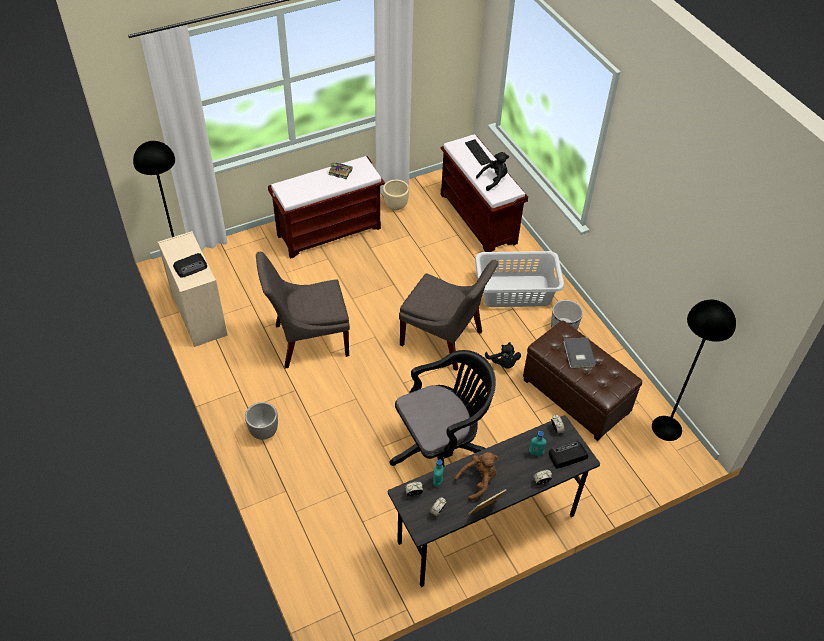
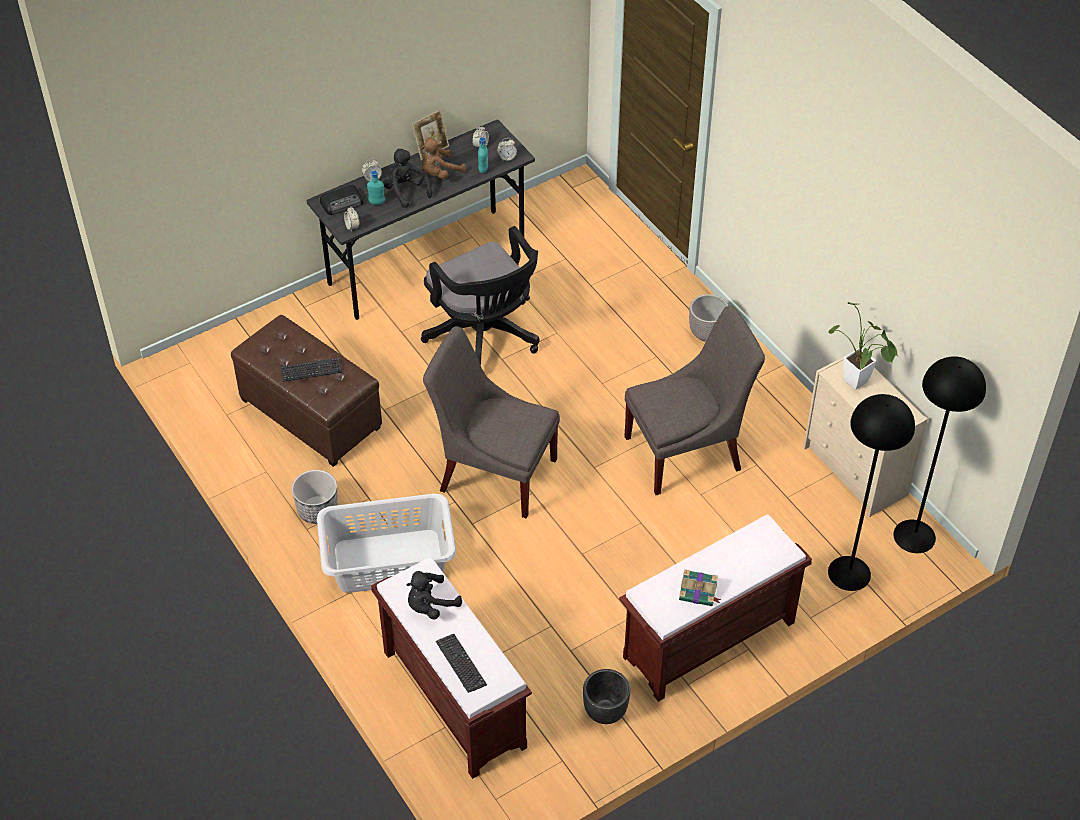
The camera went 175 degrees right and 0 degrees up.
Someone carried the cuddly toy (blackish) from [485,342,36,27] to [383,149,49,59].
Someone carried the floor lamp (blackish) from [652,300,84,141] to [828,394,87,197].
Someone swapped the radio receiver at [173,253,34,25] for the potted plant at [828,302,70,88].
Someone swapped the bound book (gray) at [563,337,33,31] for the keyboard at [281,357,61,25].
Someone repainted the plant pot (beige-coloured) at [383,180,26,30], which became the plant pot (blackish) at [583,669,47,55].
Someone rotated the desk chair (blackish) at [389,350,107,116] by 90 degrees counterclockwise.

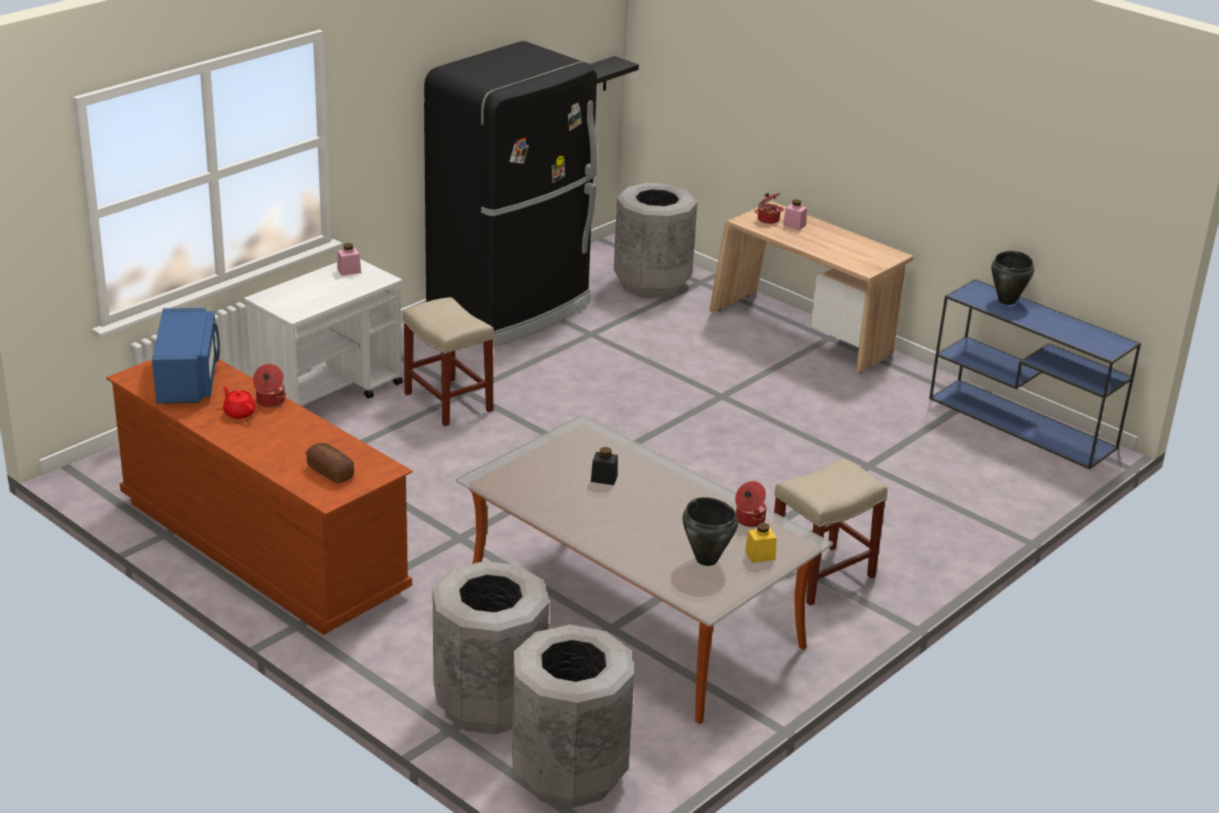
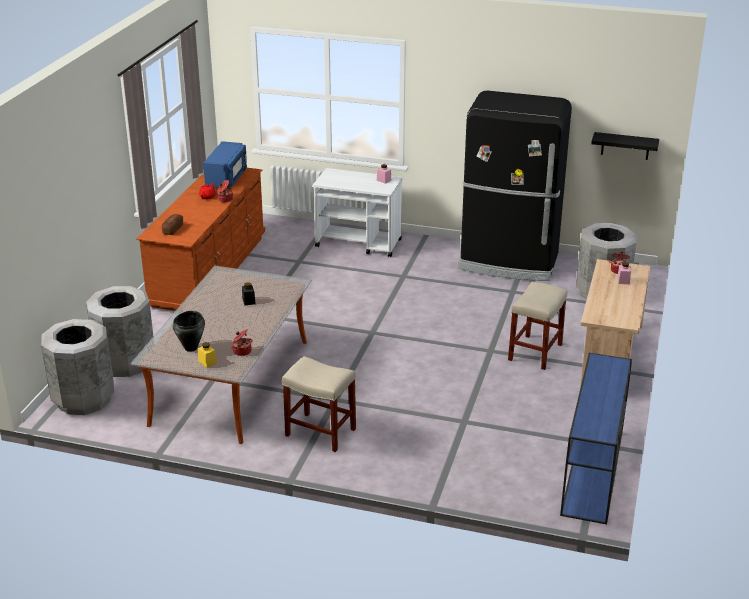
The camera went 65 degrees right and 0 degrees up.
Someone took away the stockpot (blackish) at [991,251,43,54].
Someone carried the sitting stool (beige-coloured) from [403,297,91,129] to [508,282,59,88].
Someone rotated the kitchen microwave (bluish) at [152,308,68,96] by 45 degrees counterclockwise.

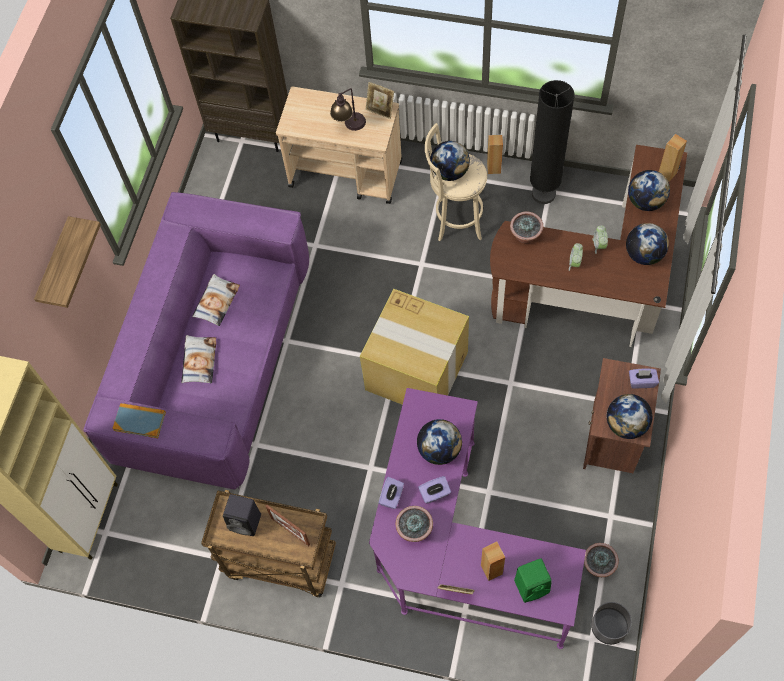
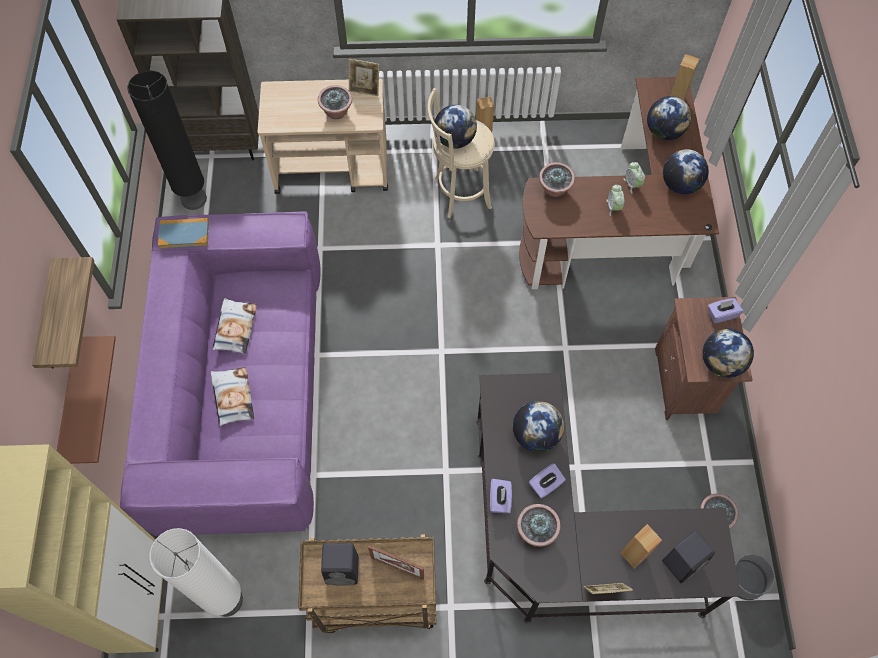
The camera went 20 degrees left and 0 degrees up.
Someone took away the cardboard box at [360,289,109,116].
Someone put up the wall shelf (brown-coloured) at [57,336,59,128].
Someone put down the floor lamp (white) at [149,528,94,89].
Someone carried the bound book from [112,403,54,35] to [158,218,51,31].
Someone carried the floor lamp (blackish) from [530,80,45,124] to [127,70,80,140].
Someone swapped the tabletop lamp at [330,88,36,43] for the potted plant at [318,85,34,34].
Someone repainted the desk table (purplish) at [369,388,217,261], which became the desk table (blackish) at [476,373,265,251].
Someone repainted the speaker (green-coloured) at [514,558,38,45], which became the speaker (blackish) at [662,531,53,52].

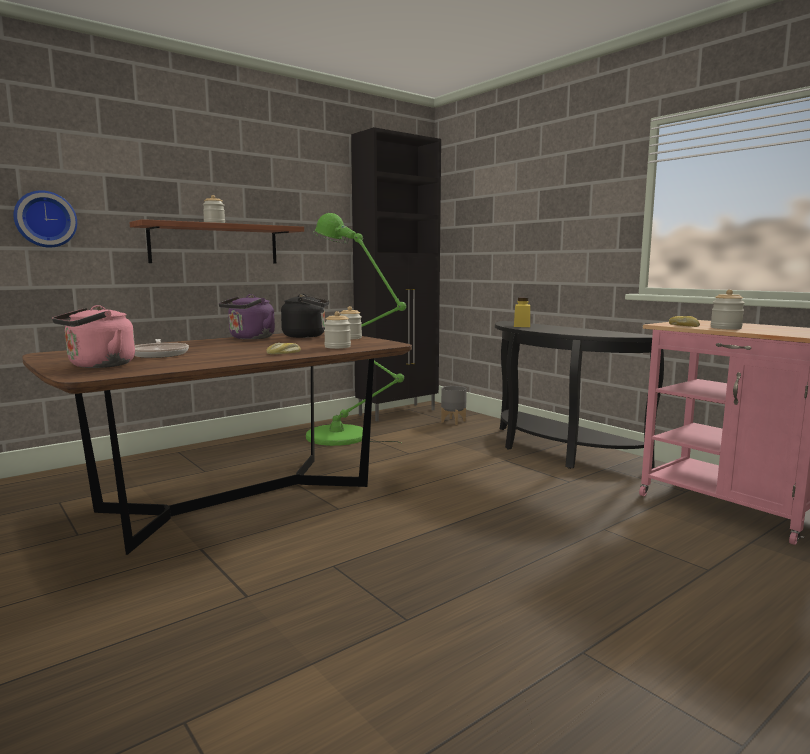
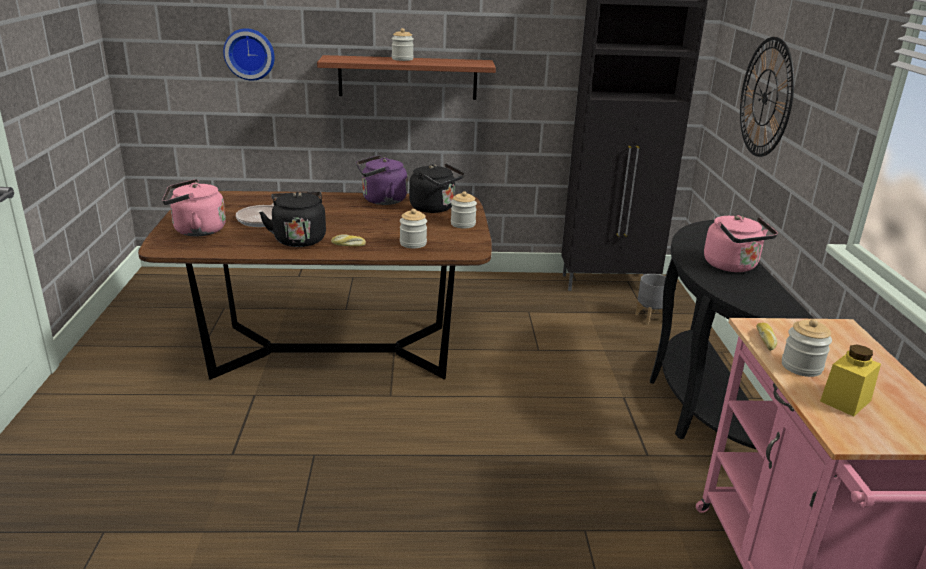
The camera went 35 degrees right and 15 degrees up.
Someone took away the floor lamp (green-coloured) at [306,213,100,233].
Someone put down the tea kettle (blackish) at [259,192,67,55].
Someone put down the tea kettle (pinkish) at [704,215,74,57].
Someone put up the wall clock at [740,37,54,120].
Someone carried the preserve jar (yellow) from [514,298,16,29] to [820,344,61,73].

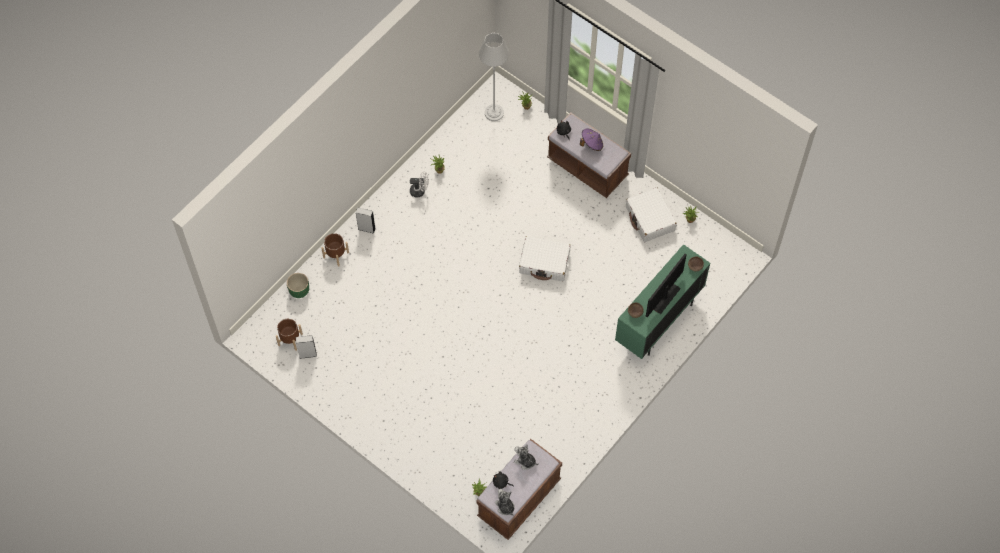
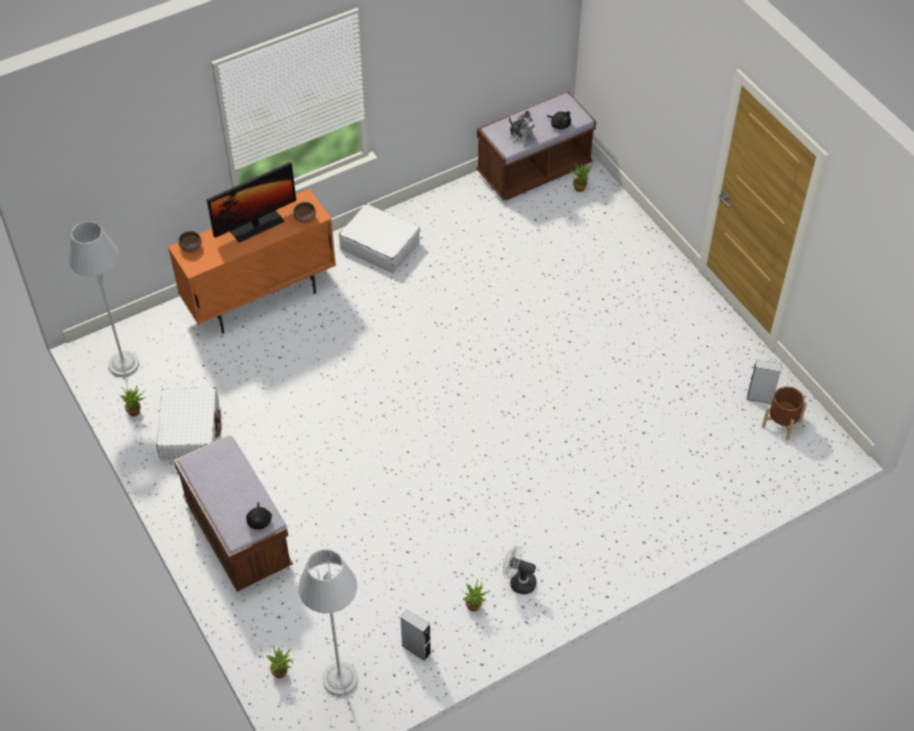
The camera went 160 degrees left and 10 degrees down.
Someone took away the plant pot (green-coloured) at [287,273,22,25].
Someone took away the plant pot (brown-coloured) at [321,233,28,33].
Someone took away the cuddly toy at [495,489,20,27].
Someone took away the clothing hat (purplish) at [580,128,23,23].
Someone put down the floor lamp (gray) at [69,221,70,156].
Someone carried the speaker (gray) from [356,208,20,26] to [400,609,31,52].
Someone carried the piece of luggage (white) from [519,236,52,45] to [339,204,81,69].
Someone repainted the cabinet (green-coloured) at [615,244,95,115], which became the cabinet (orange) at [168,189,168,145].

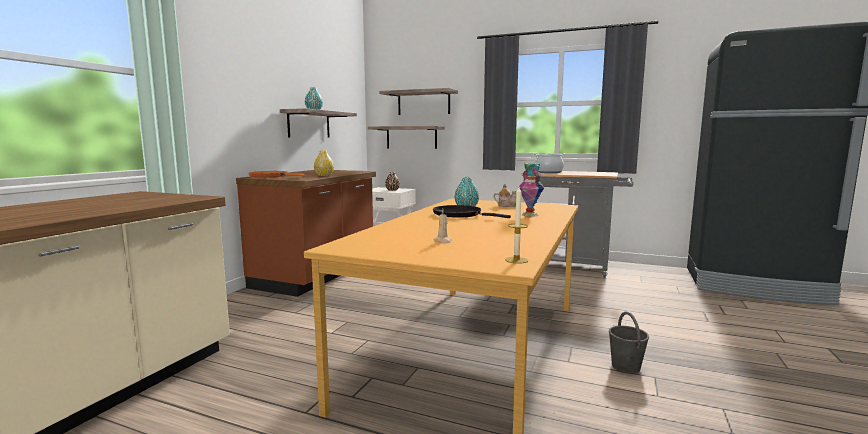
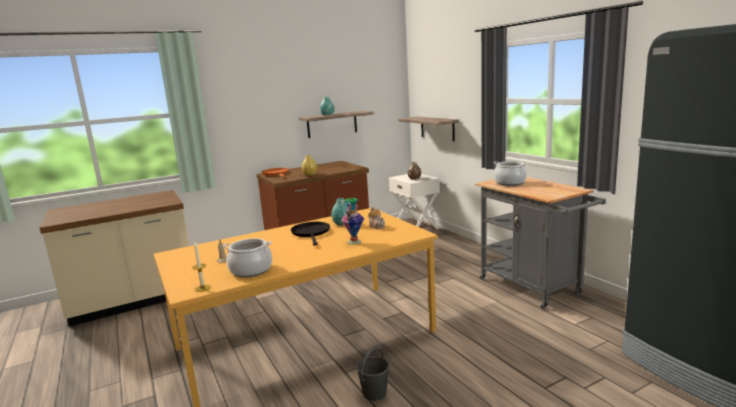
The camera went 40 degrees right and 5 degrees up.
Someone took away the wall shelf at [379,88,79,27].
Someone put down the stockpot at [223,238,49,39].

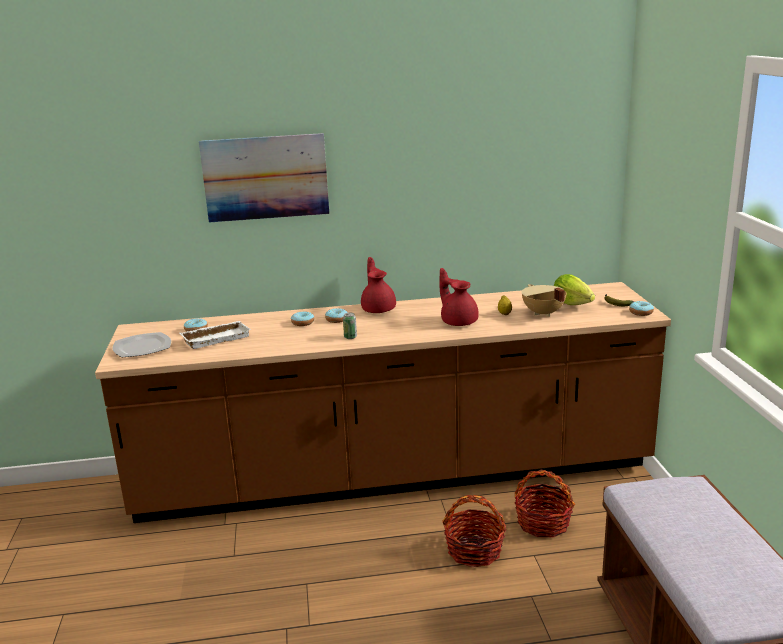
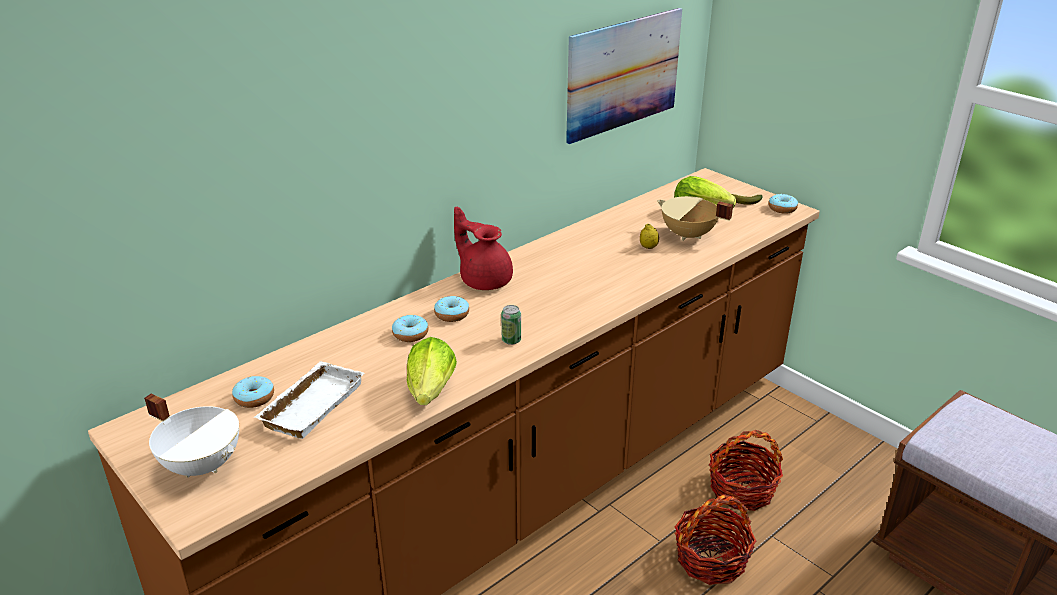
The camera went 35 degrees left and 10 degrees up.
Someone took away the pot for tea (reddish) at [439,268,40,58].
Someone put down the lettuce head at [407,337,50,68].
Someone carried the picture from [199,133,130,90] to [566,8,116,136].
Someone swapped the dinner plate at [113,332,58,26] for the stockpot (white) at [144,393,95,85].

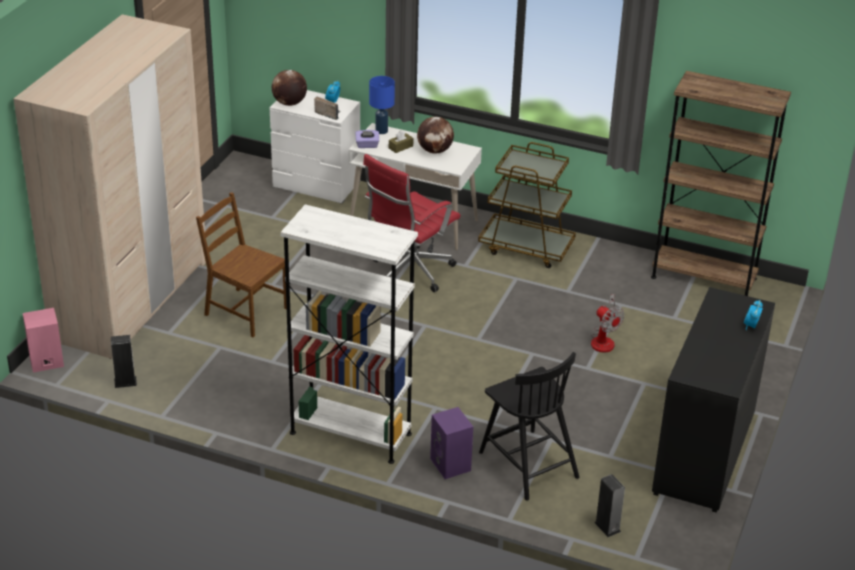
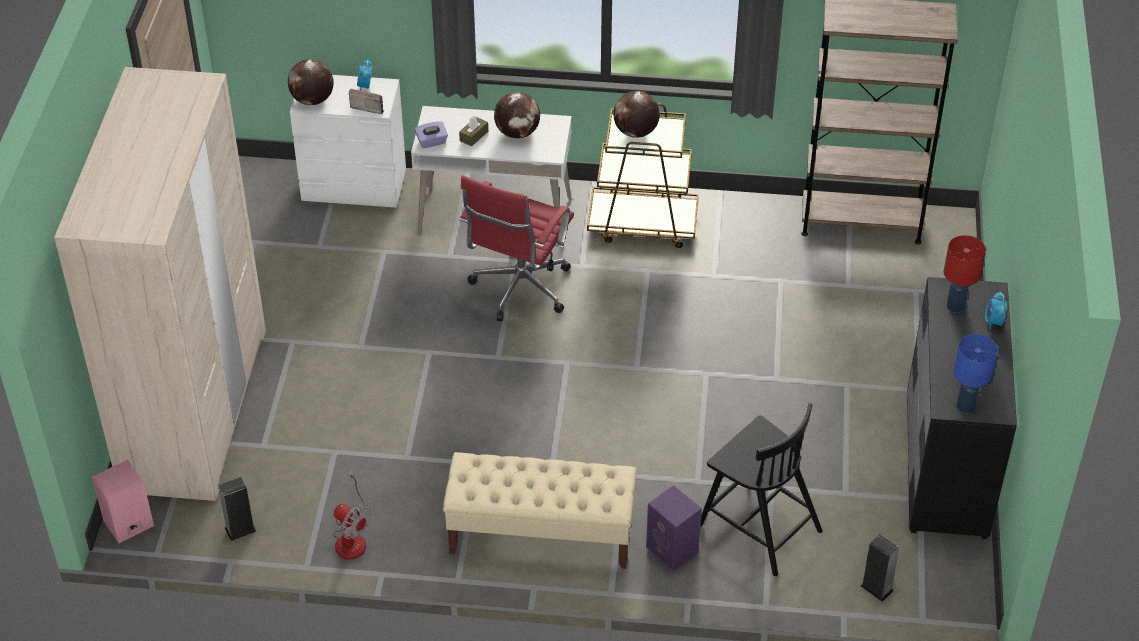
The camera went 15 degrees left and 10 degrees up.
Someone took away the plain chair (brown-coloured) at [196,192,91,145].
Someone put down the world globe at [613,91,47,47].
Someone put down the tabletop lamp (reddish) at [944,235,42,78].
Someone carried the tabletop lamp (bluish) from [369,76,26,58] to [954,334,44,79].
Someone carried the fan from [591,294,34,59] to [333,469,38,90].
Someone swapped the bookcase (white) at [280,204,138,260] for the indoor bench (beige-coloured) at [443,452,194,117].

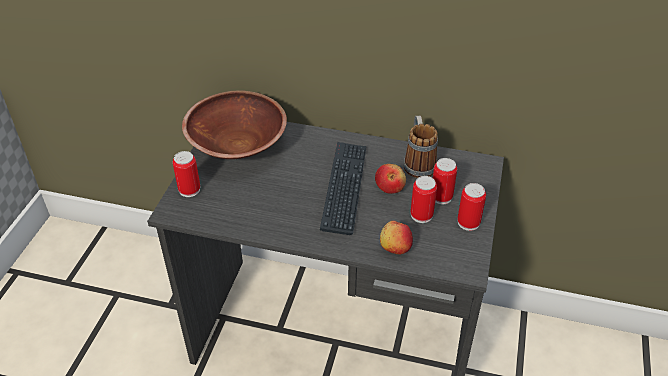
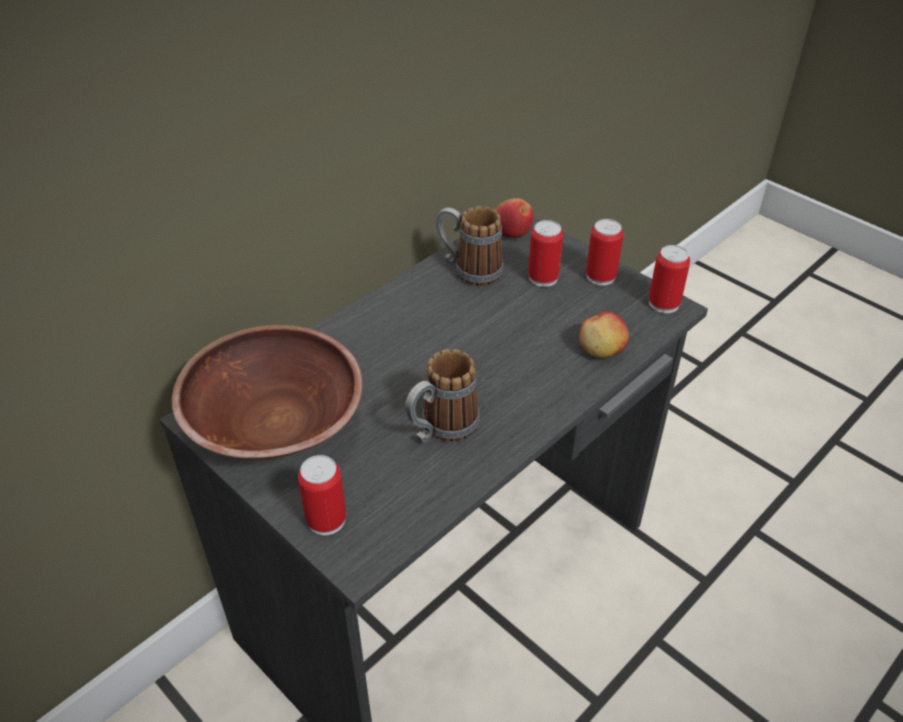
The camera went 60 degrees left and 0 degrees up.
Someone took away the keyboard at [320,142,47,93].
Someone put down the tea mug at [405,349,75,93].
Someone carried the apple from [375,164,31,30] to [495,198,38,40].
Someone carried the metal can from [411,176,26,47] to [649,245,41,68].

